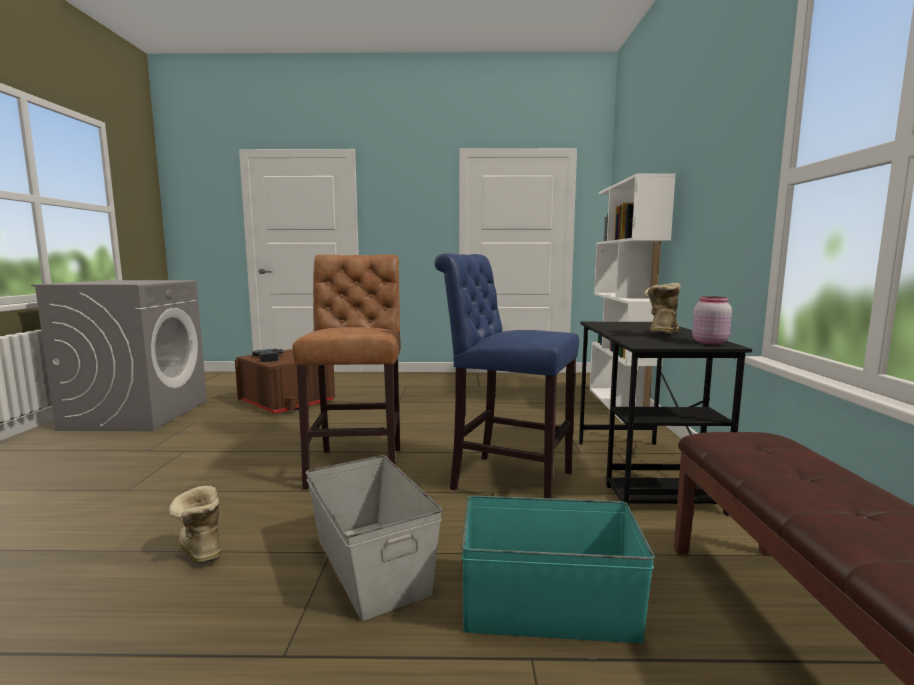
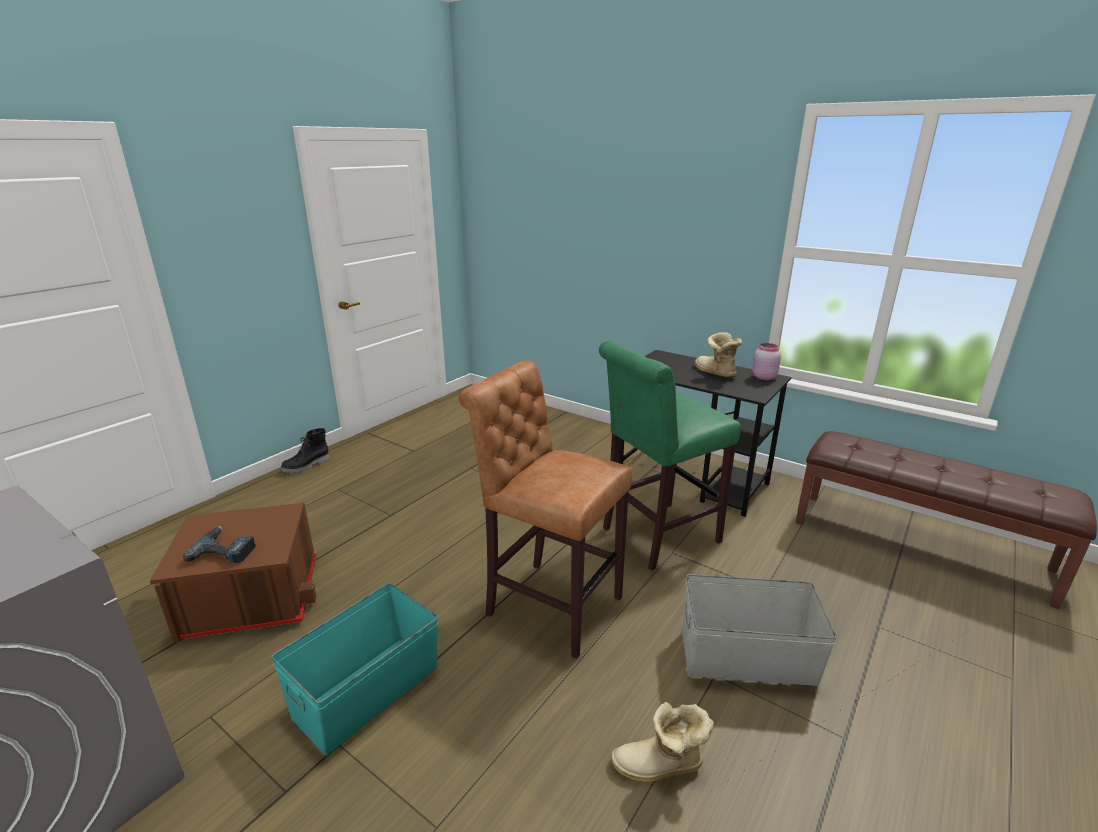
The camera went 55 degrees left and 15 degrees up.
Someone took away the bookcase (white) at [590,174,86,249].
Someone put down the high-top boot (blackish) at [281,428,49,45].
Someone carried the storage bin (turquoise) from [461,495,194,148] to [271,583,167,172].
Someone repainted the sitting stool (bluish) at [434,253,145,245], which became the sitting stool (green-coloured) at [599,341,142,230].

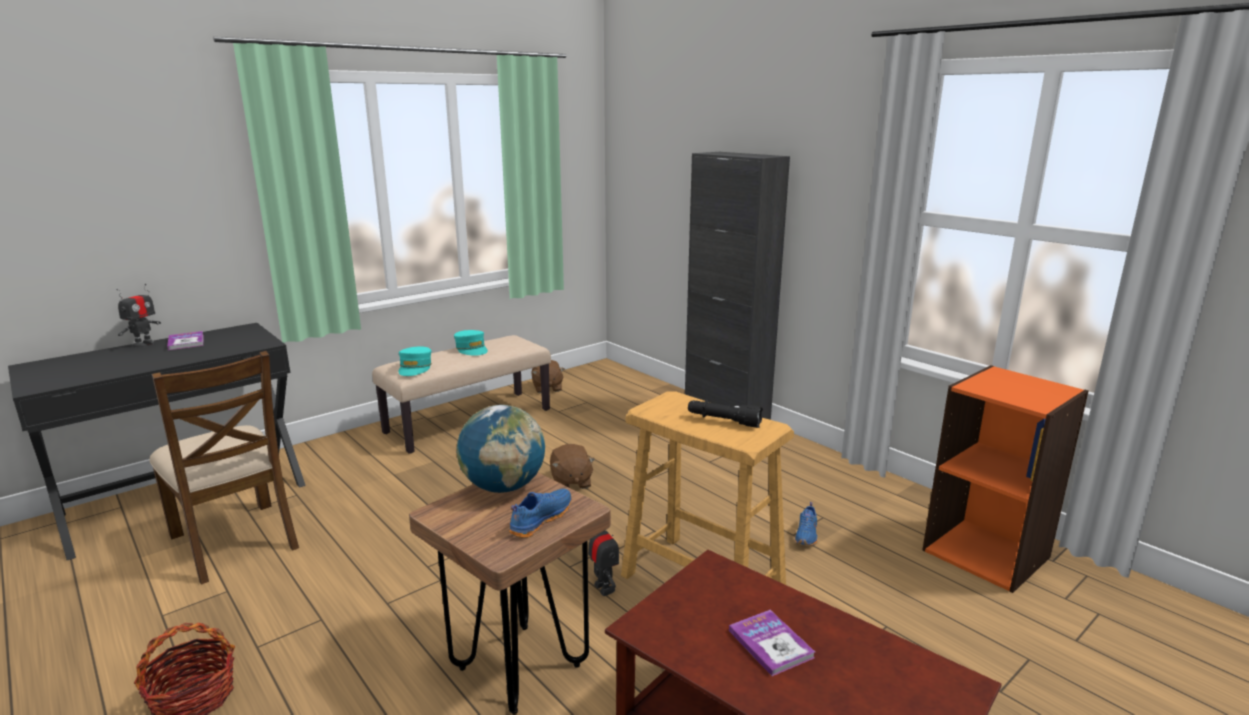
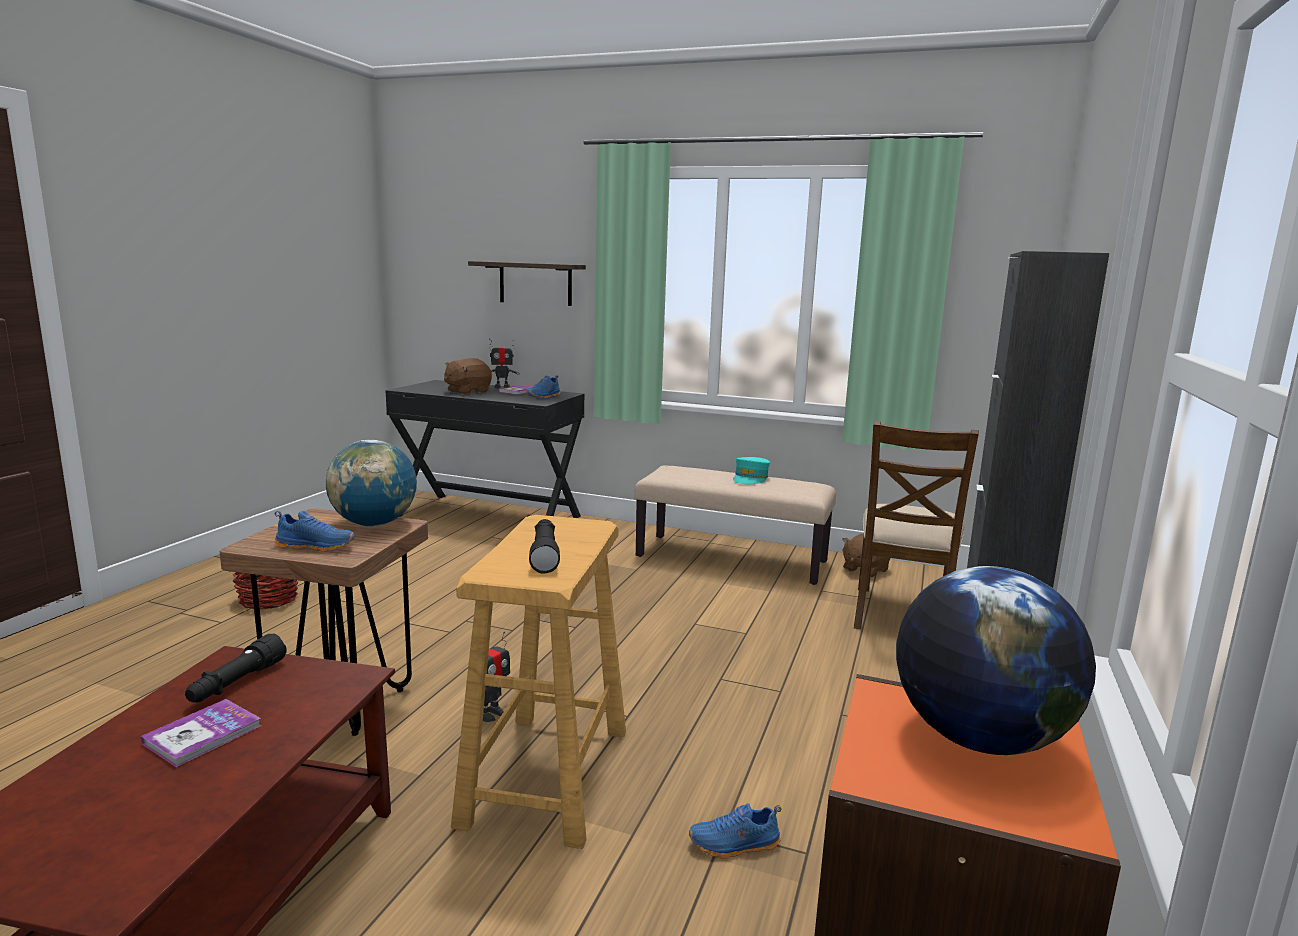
The camera went 60 degrees right and 5 degrees down.
Someone took away the baseball cap (turquoise) at [398,346,34,30].
Someone put down the hand torch (blackish) at [185,634,102,69].
Someone put up the wall shelf at [468,261,118,45].
Someone put down the low shoe (bluish) at [526,375,34,23].
Someone put down the world globe at [896,566,200,189].
Someone carried the plain chair (brown-coloured) from [150,351,149,234] to [854,421,125,209].
Someone carried the cuddly toy (brown-coloured) from [550,444,45,45] to [444,358,48,37].

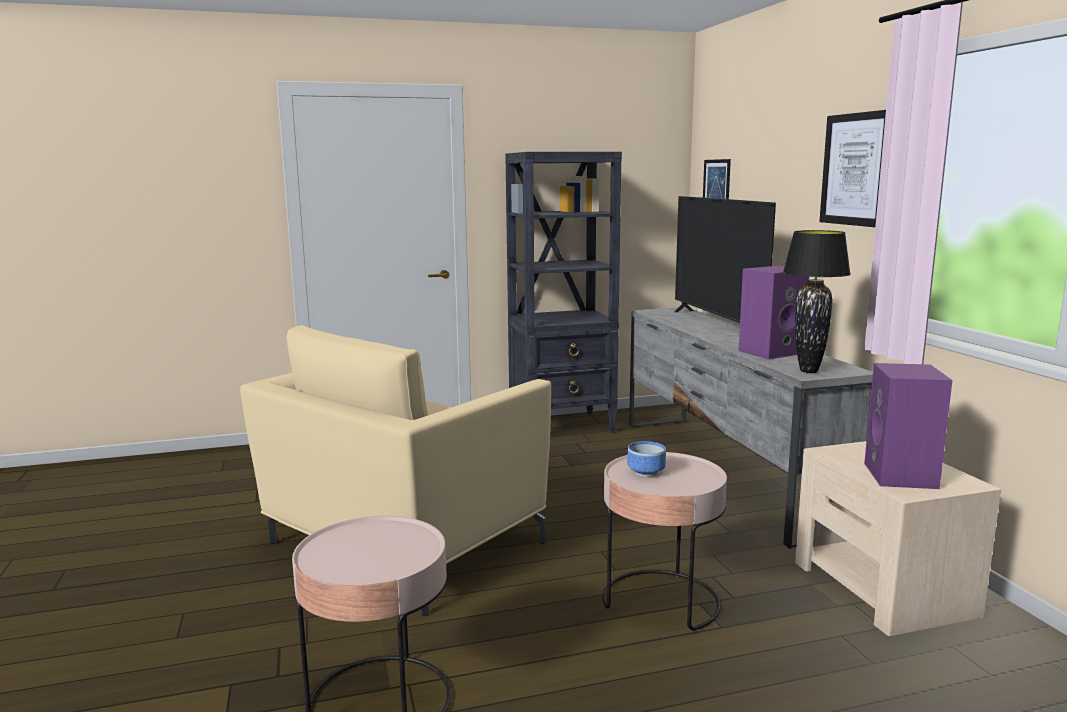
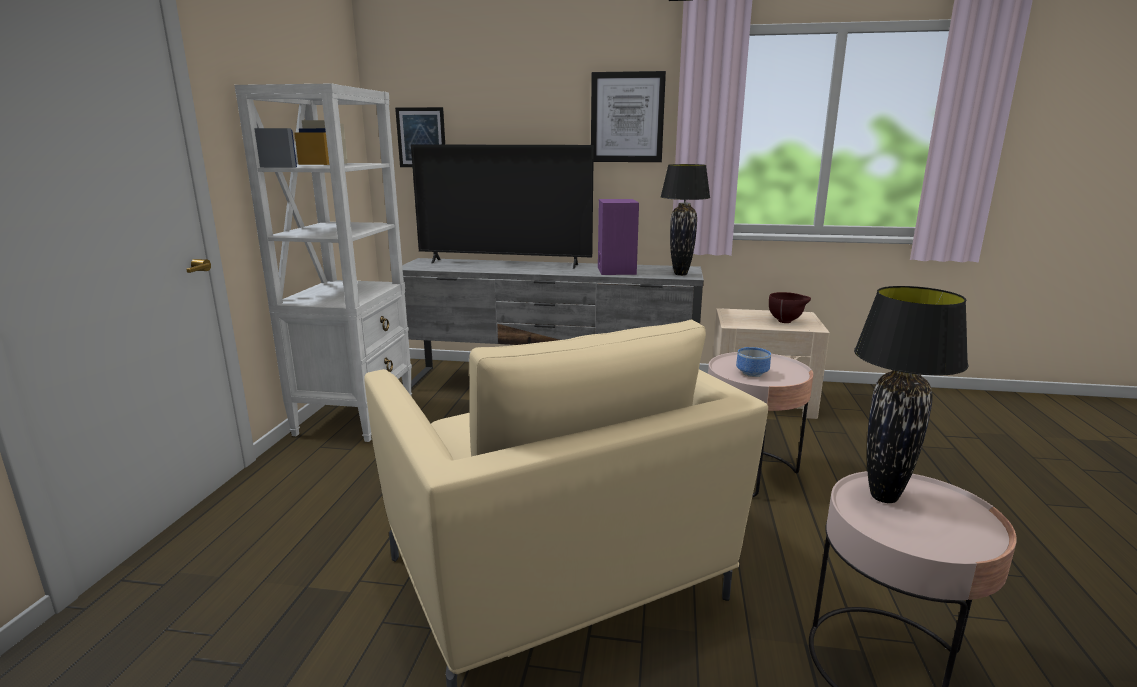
The camera went 65 degrees left and 5 degrees up.
Someone put down the tabletop lamp (blackish) at [854,286,114,217].
Someone swapped the speaker (purplish) at [864,363,88,126] for the deep dish (brown-coloured) at [769,292,42,31].
Someone repainted the bookcase (blackish) at [505,152,117,281], which became the bookcase (white) at [234,84,178,358].

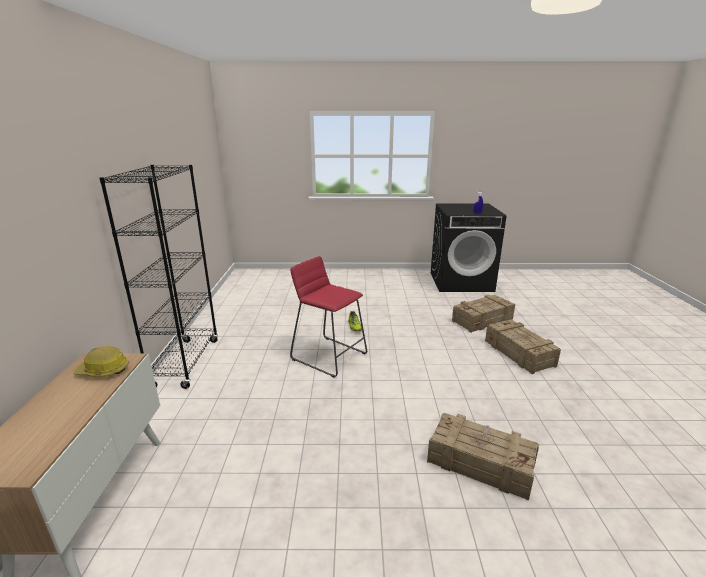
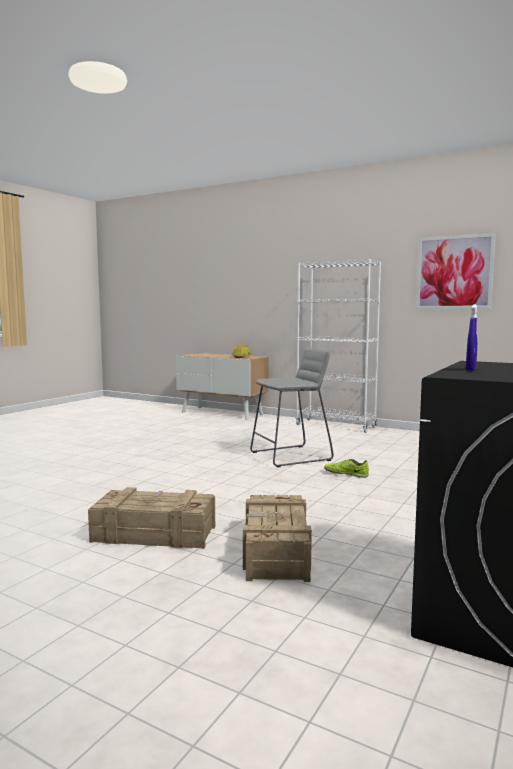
The camera went 120 degrees right and 15 degrees down.
Someone took away the crate at [427,413,112,88].
Someone put up the picture at [416,233,80,76].
Someone repainted the bookcase (blackish) at [99,165,119,224], which became the bookcase (white) at [295,259,86,174].
Someone repainted the sitting stool (reddish) at [290,256,77,122], which became the sitting stool (gray) at [250,348,84,119].

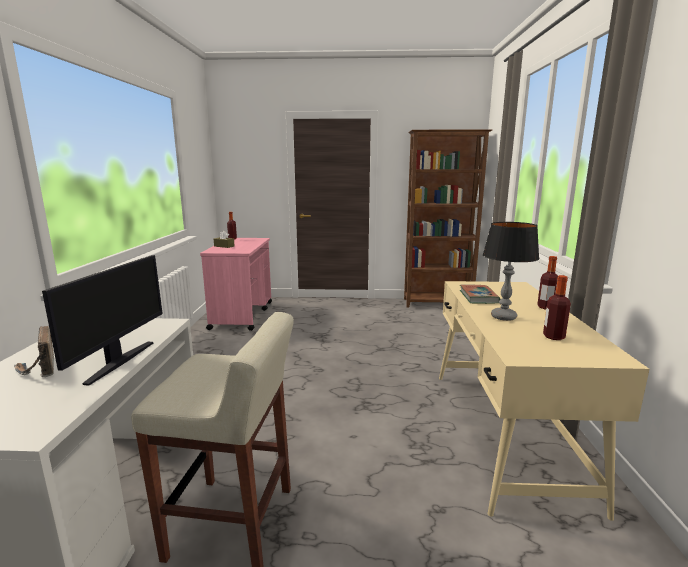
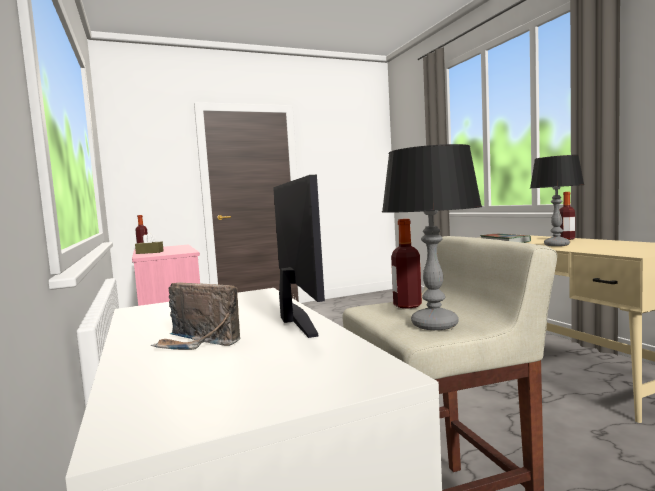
The camera went 25 degrees left and 10 degrees down.
Someone took away the bookcase (brown-coloured) at [404,129,88,179].
Someone put down the tabletop lamp at [382,144,100,186].
Someone carried the beverage bottle from [543,275,28,65] to [391,219,31,90].

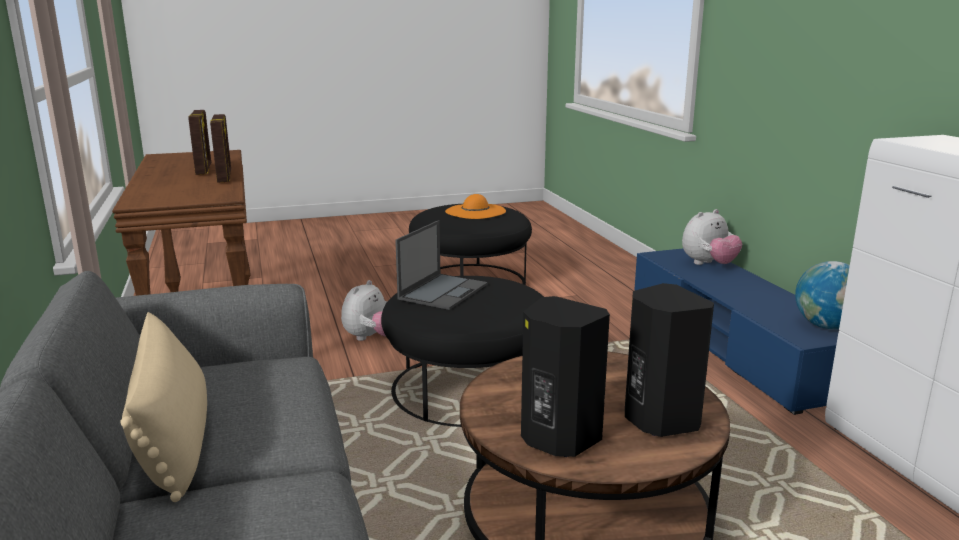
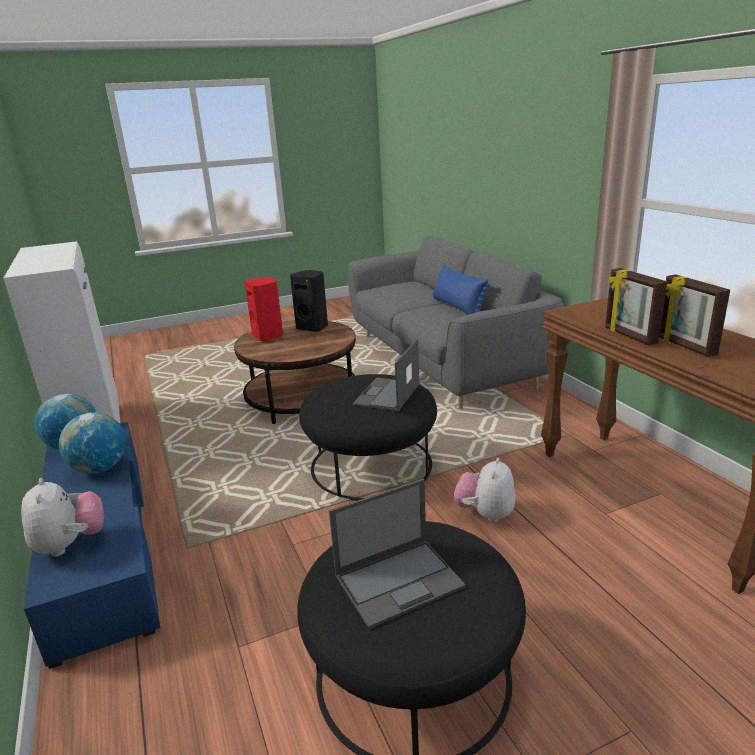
The camera went 175 degrees right and 5 degrees up.
Someone put down the world globe at [59,412,67,62].
Someone swapped the clothing hat (orange) at [445,194,61,25] for the laptop at [329,479,137,150].
Someone repainted the pillow (beige-coloured) at [120,312,87,190], which became the pillow (bluish) at [433,264,57,51].
Someone repainted the speaker (blackish) at [625,283,89,154], which became the speaker (reddish) at [244,277,39,65].
Someone rotated the cuddly toy at [682,209,60,56] by 105 degrees clockwise.

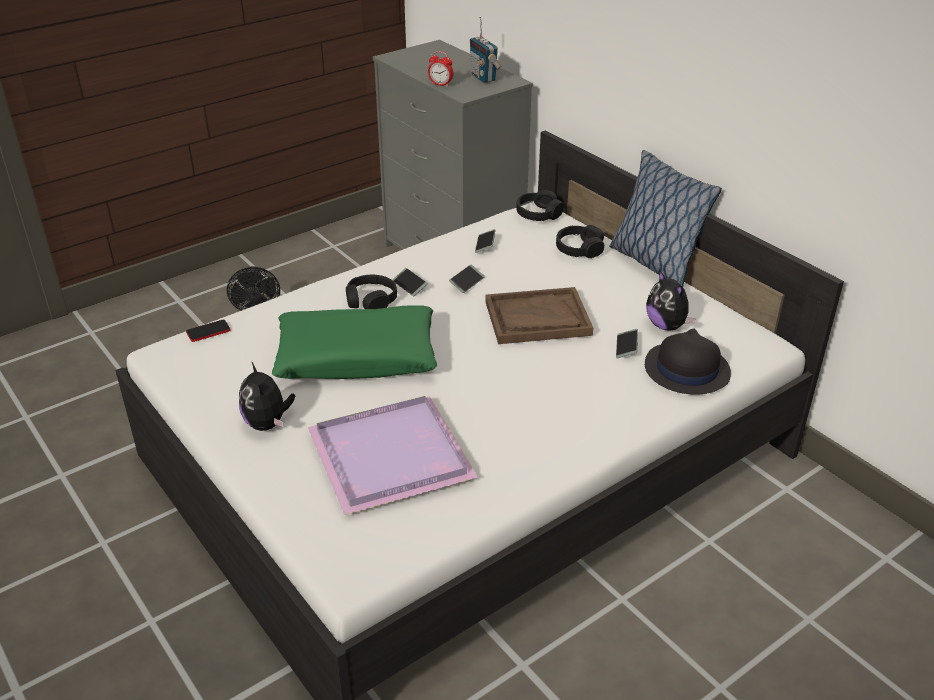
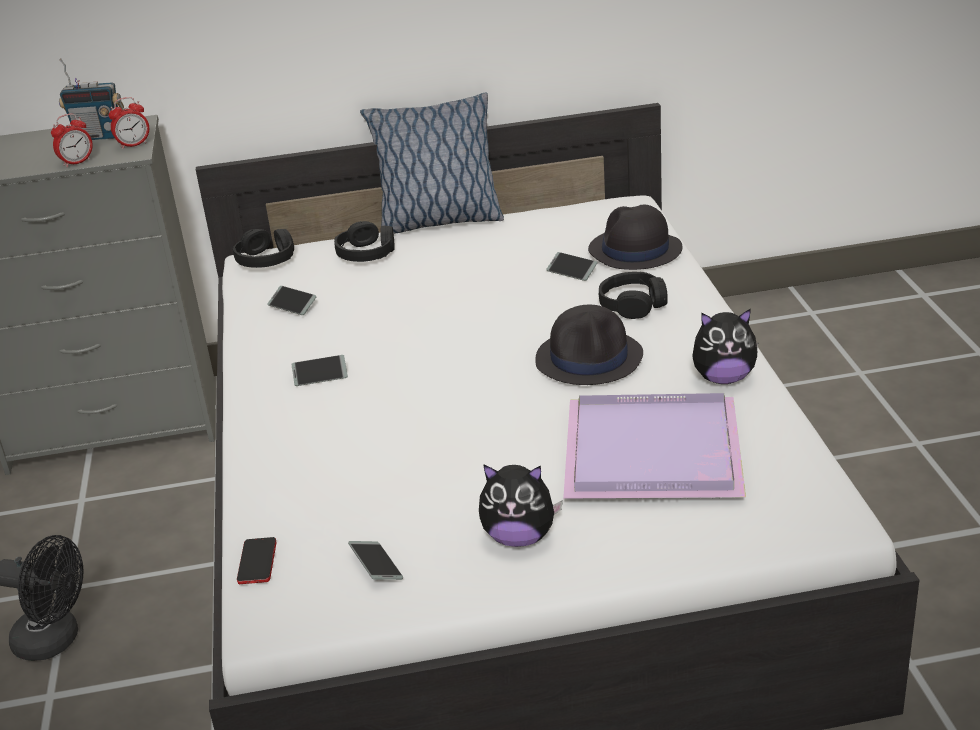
The camera went 60 degrees left and 5 degrees down.
Someone took away the pillow (green-coloured) at [272,305,165,74].
Someone took away the serving tray (brown-coloured) at [485,287,108,57].
Someone put down the table clock at [109,97,40,52].
Someone put down the clothing hat (blackish) at [535,305,108,80].
Someone carried the pair of headphones (blackish) from [346,275,51,34] to [599,272,69,47].
Someone carried the handset from [449,264,36,29] to [348,541,55,39].
Someone carried the cuddly toy from [646,271,49,60] to [692,309,67,75].

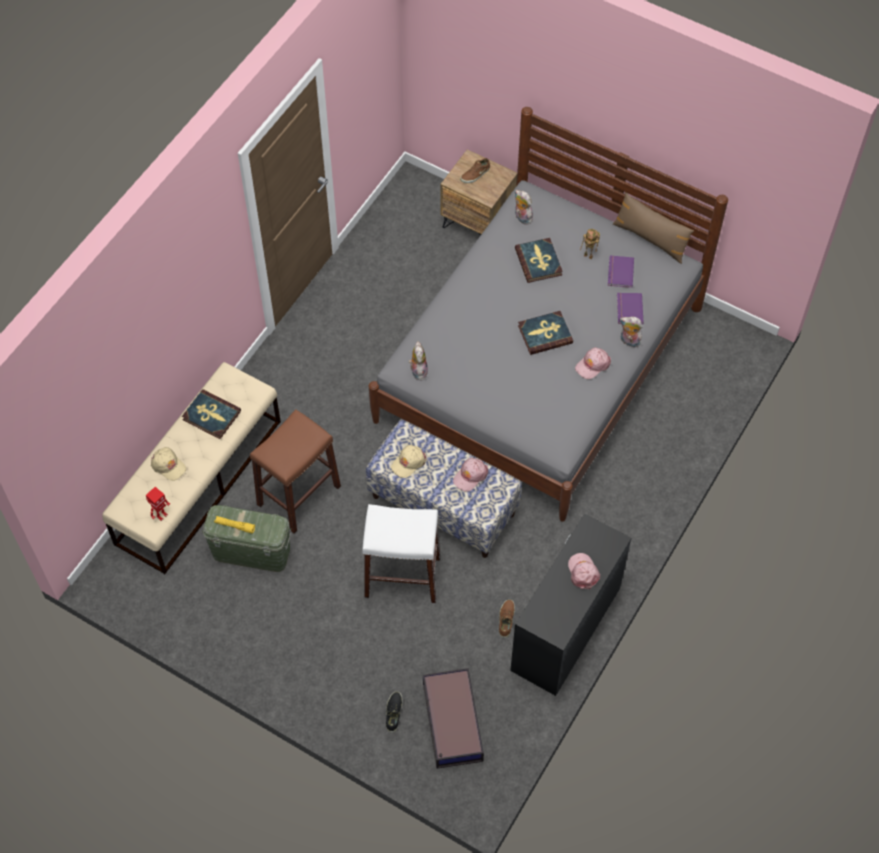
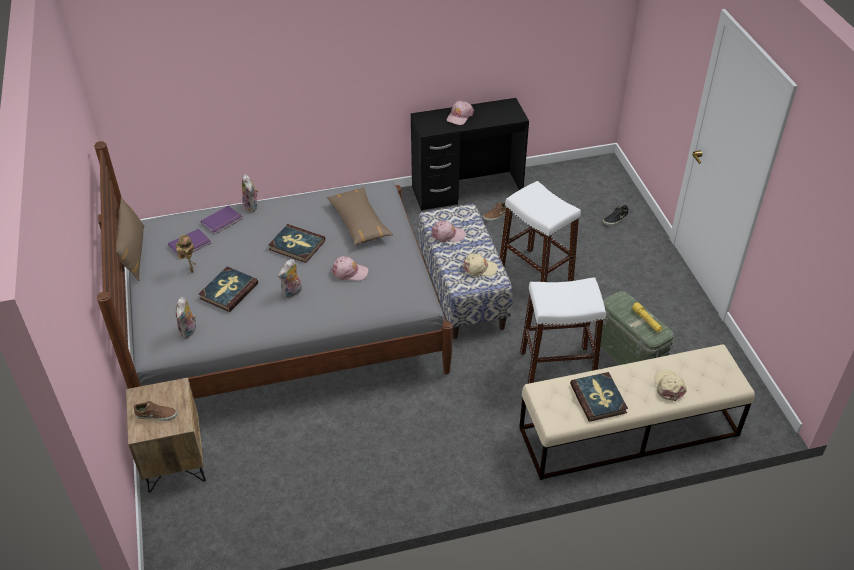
The camera went 135 degrees left and 15 degrees down.
Someone took away the robot figure at [146,487,24,34].
Someone took away the storage bin at [423,668,61,101].
Someone put down the pillow (brown-coloured) at [326,187,67,58].
Someone carried the cuddly toy from [409,341,19,39] to [278,259,24,40].
Someone carried the baseball cap (pinkish) from [575,347,36,32] to [332,256,36,25].
Someone repainted the sitting stool (brown-coloured) at [250,410,91,123], which became the sitting stool (white) at [520,277,86,107].

